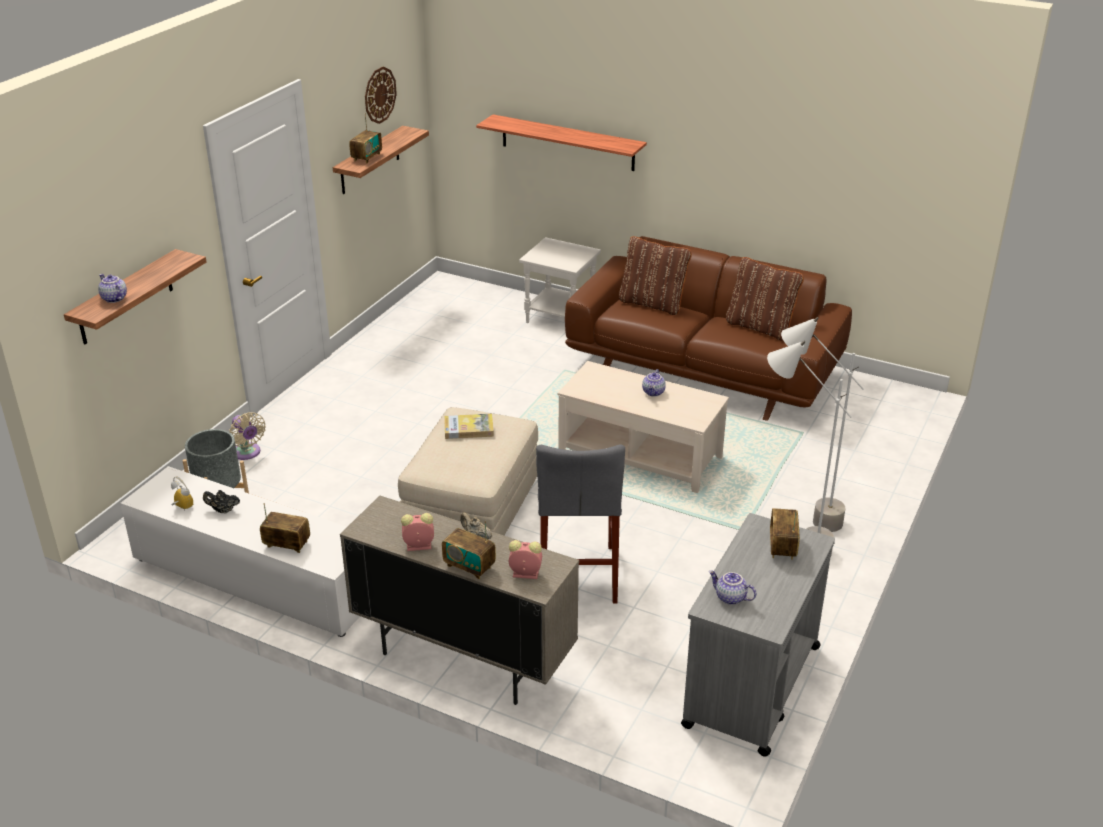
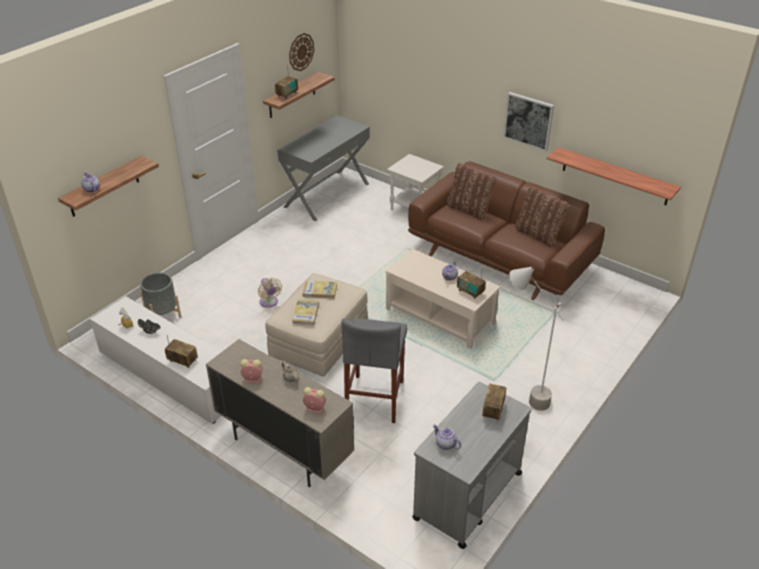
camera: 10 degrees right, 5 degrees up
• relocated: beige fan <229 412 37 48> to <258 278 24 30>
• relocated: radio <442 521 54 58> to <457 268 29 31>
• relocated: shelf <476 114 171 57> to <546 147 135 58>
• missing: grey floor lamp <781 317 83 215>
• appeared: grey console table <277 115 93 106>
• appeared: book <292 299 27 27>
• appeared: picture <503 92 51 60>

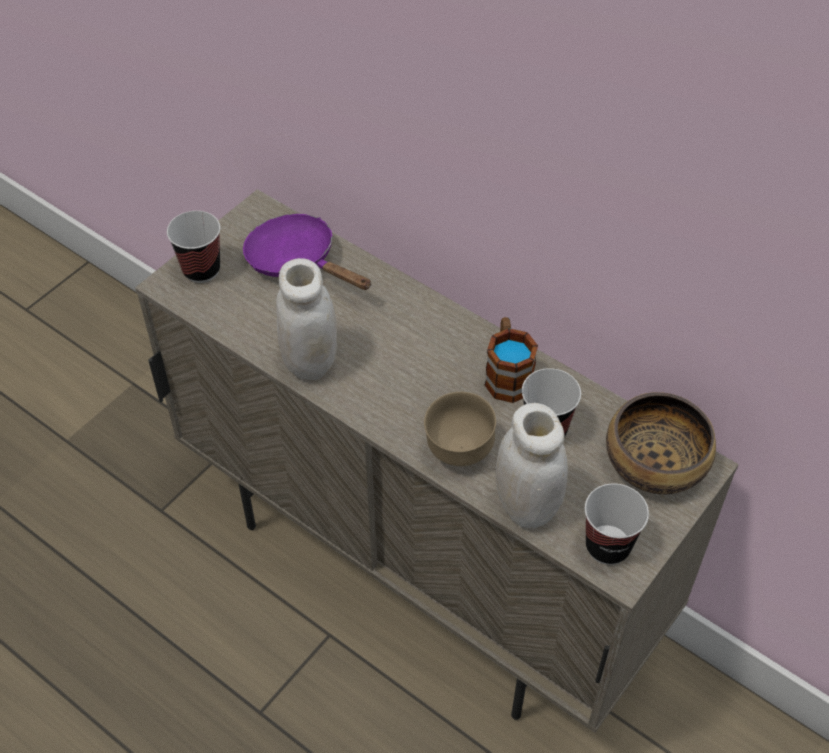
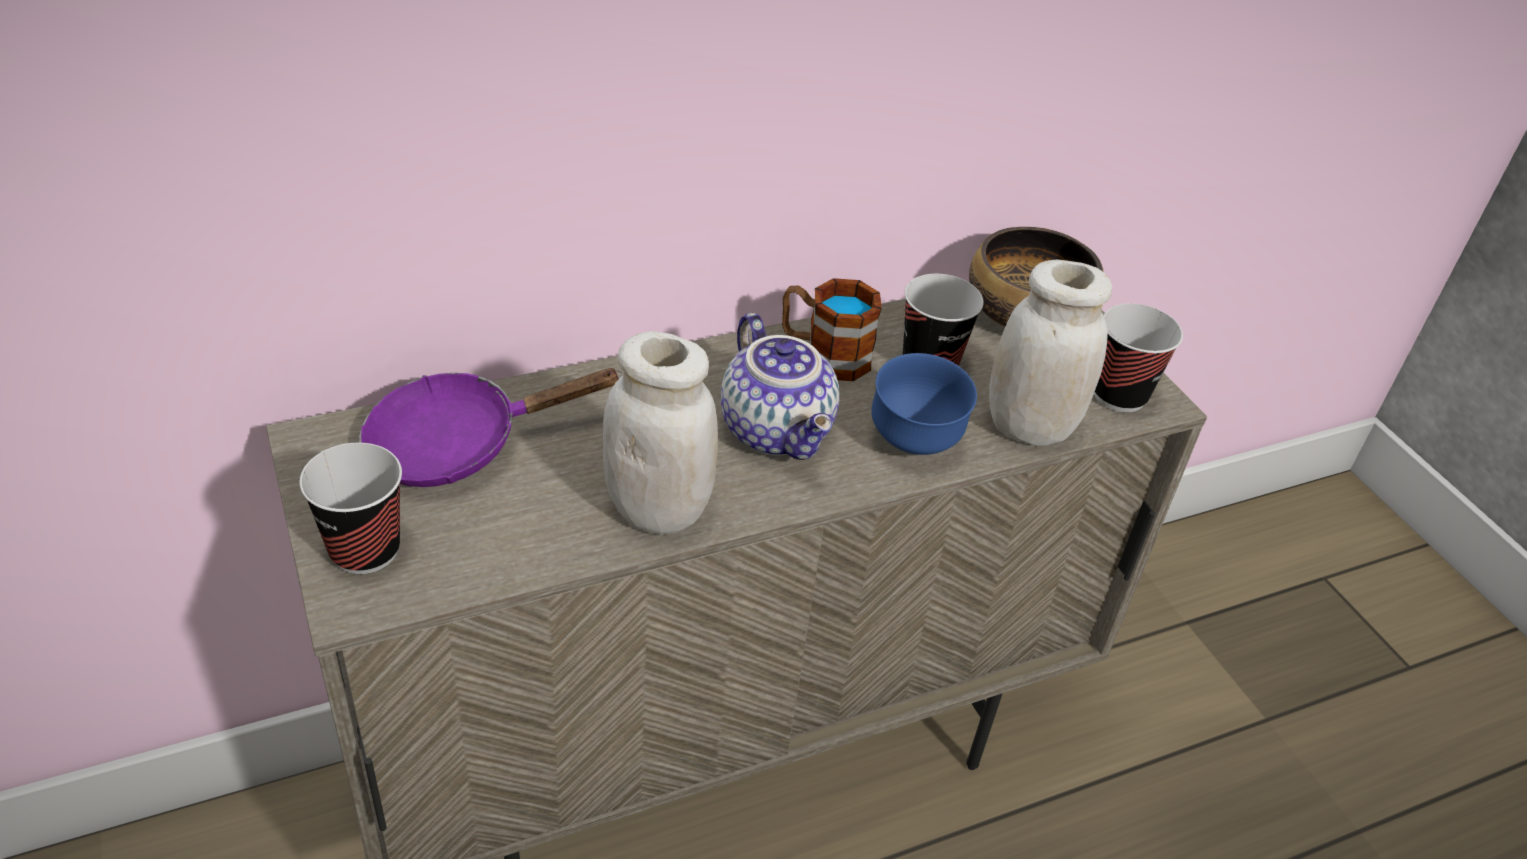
camera: 65 degrees left, 10 degrees down
• colour: brown bowl <424 392 72 74> to blue bowl <872 353 105 102>
• appeared: teapot <721 313 119 147>

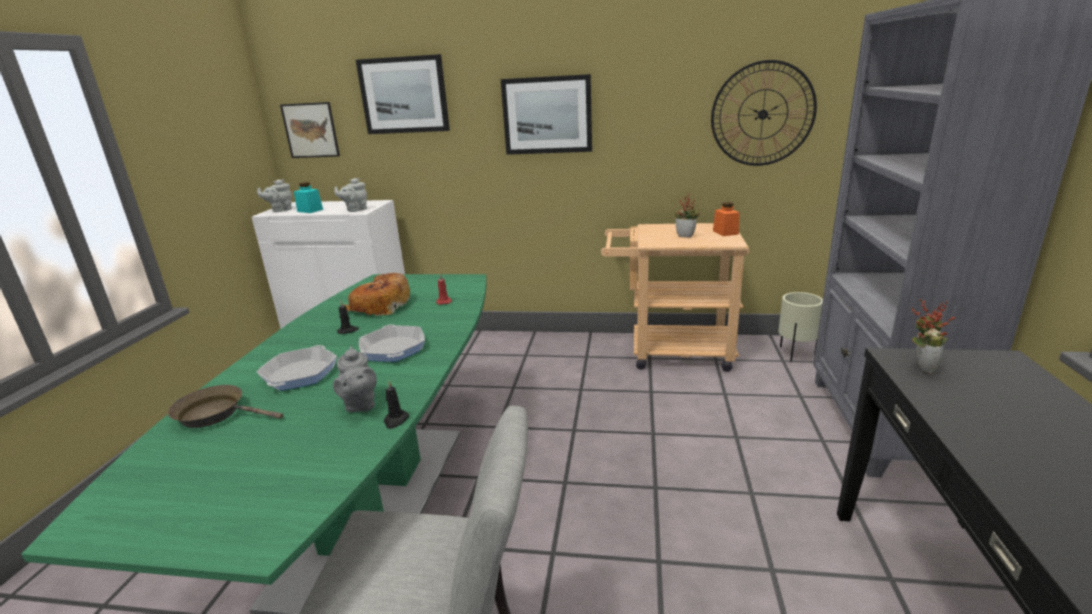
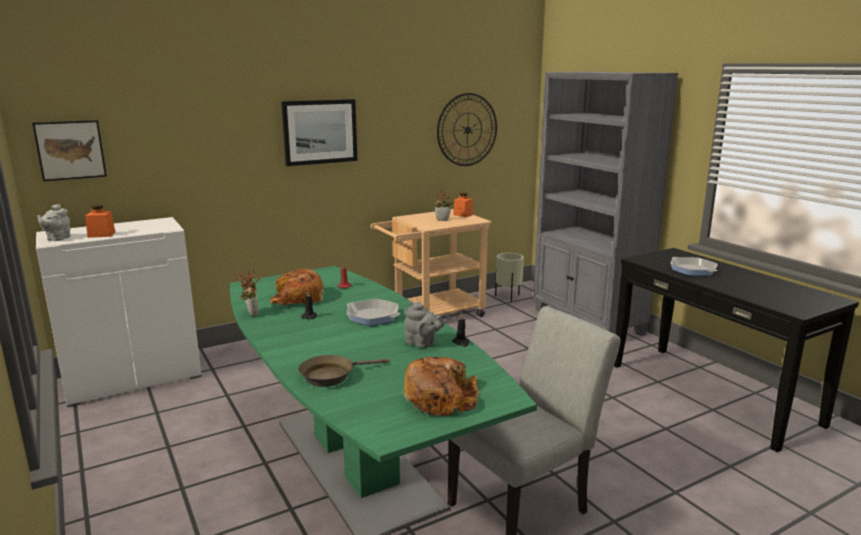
camera: 40 degrees left, 5 degrees down
• relocated: frying pan <256 345 81 46> to <670 257 48 19>
• colour: turquoise jar <294 182 29 31> to orange jar <85 204 31 34>
• missing: grey teapot <334 178 33 34>
• missing: picture <356 54 94 80>
• relocated: potted plant <911 299 44 75> to <235 269 25 47>
• appeared: bread <404 357 75 59>

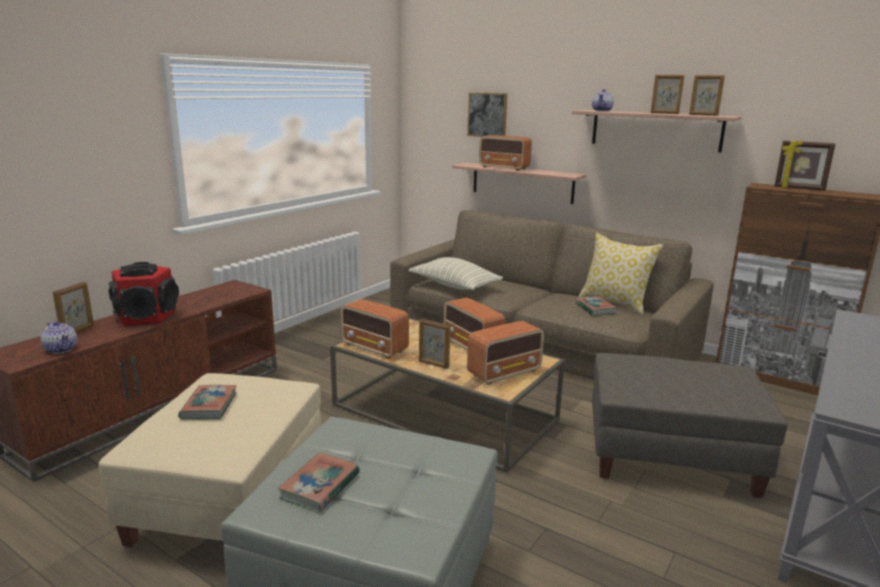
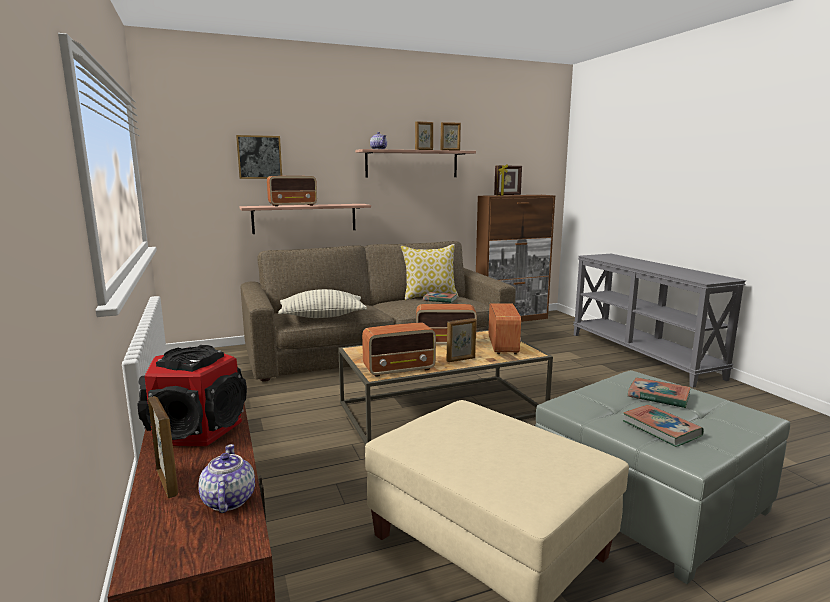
camera: 55 degrees left, 5 degrees down
• spun: teapot <41 321 36 33> = <198 444 57 69> 90 degrees counterclockwise
• relocated: book <178 385 59 34> to <628 377 63 31>
• missing: grey ottoman <592 353 196 145>

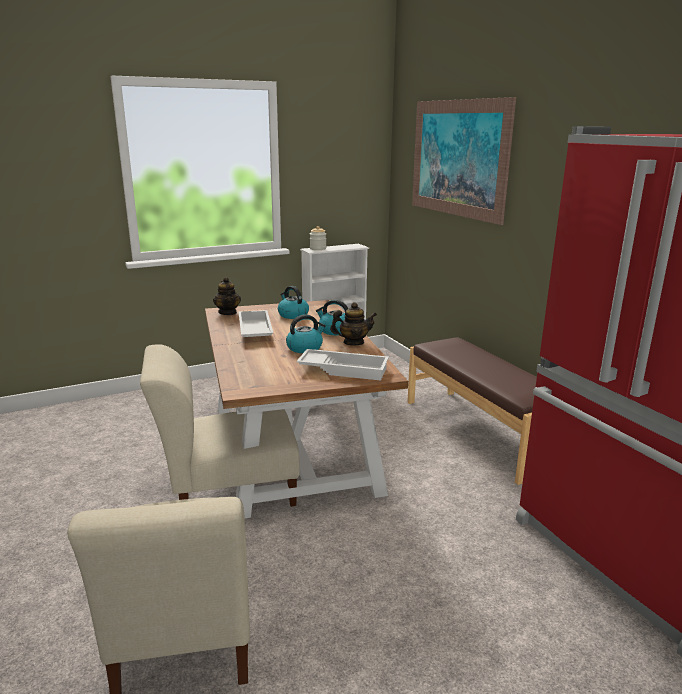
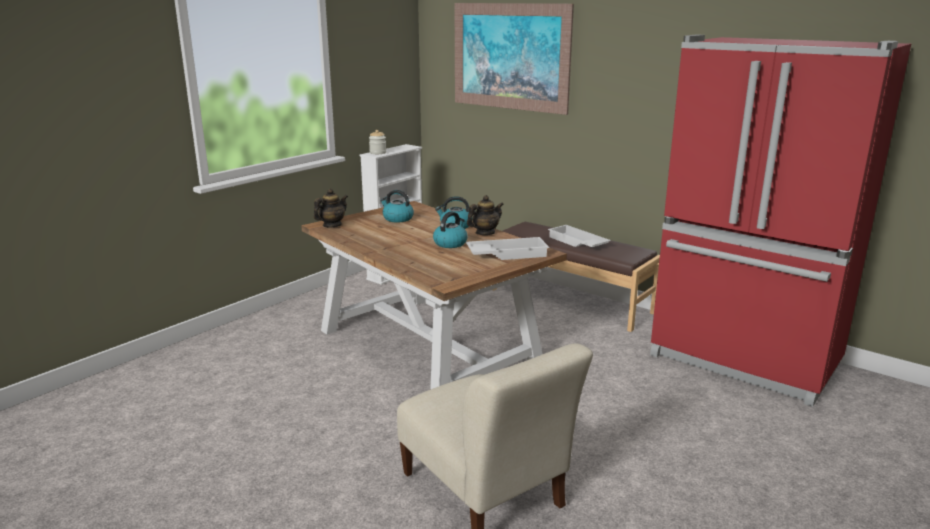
camera: 25 degrees left, 0 degrees up
• missing: beige chair <140 344 160 163>
• spun: teapot <213 277 28 38> = <313 189 35 39> 90 degrees counterclockwise
• relocated: white tray <238 310 35 27> to <548 225 63 22>

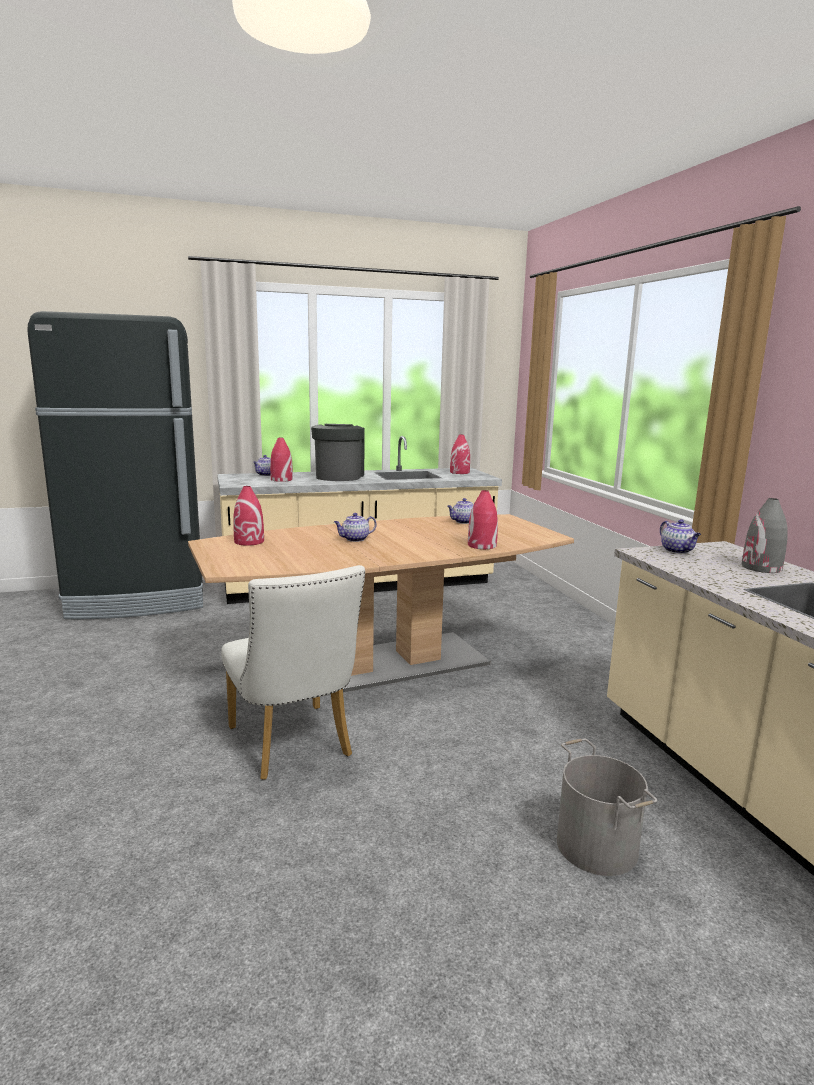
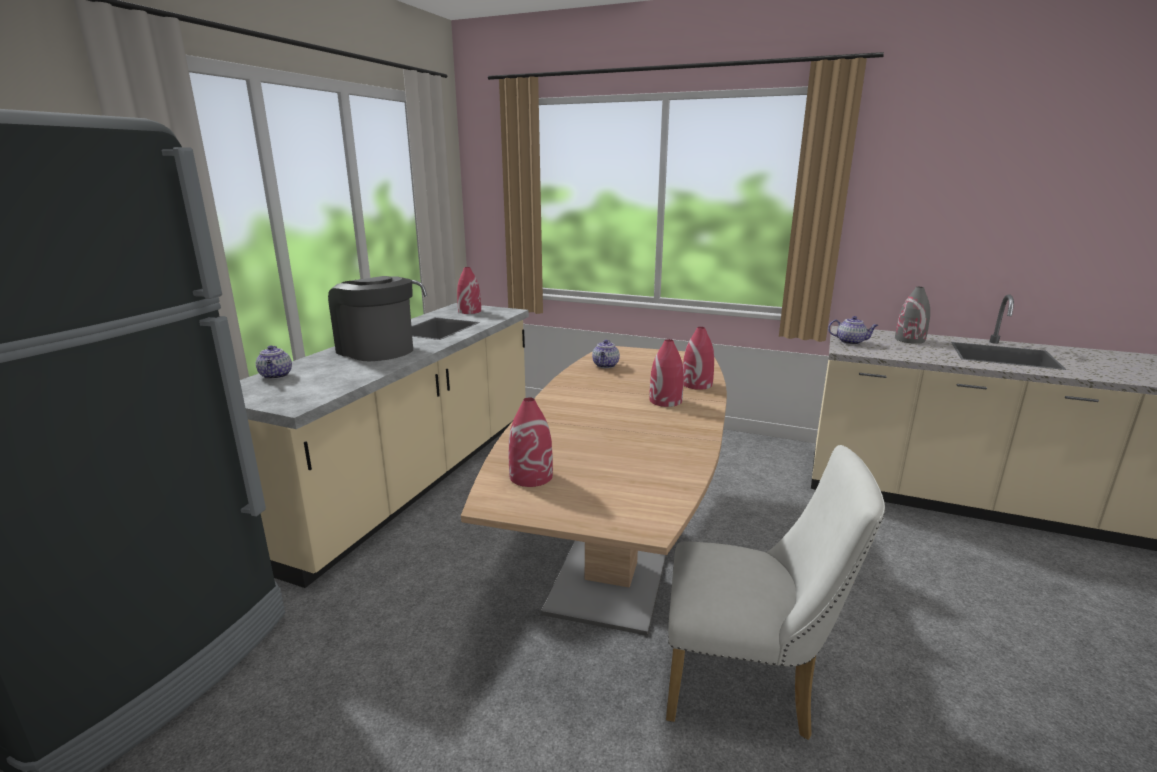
camera: 50 degrees left, 5 degrees up
• relocated: red vase <270 438 23 44> to <649 339 35 68>
• missing: teapot <334 513 43 29>
• missing: grey bucket <557 738 100 138>

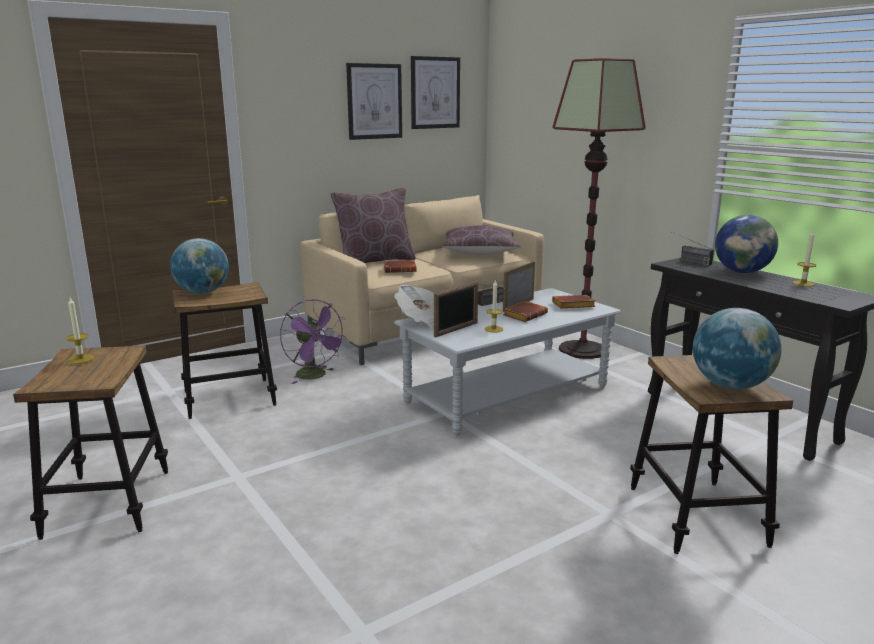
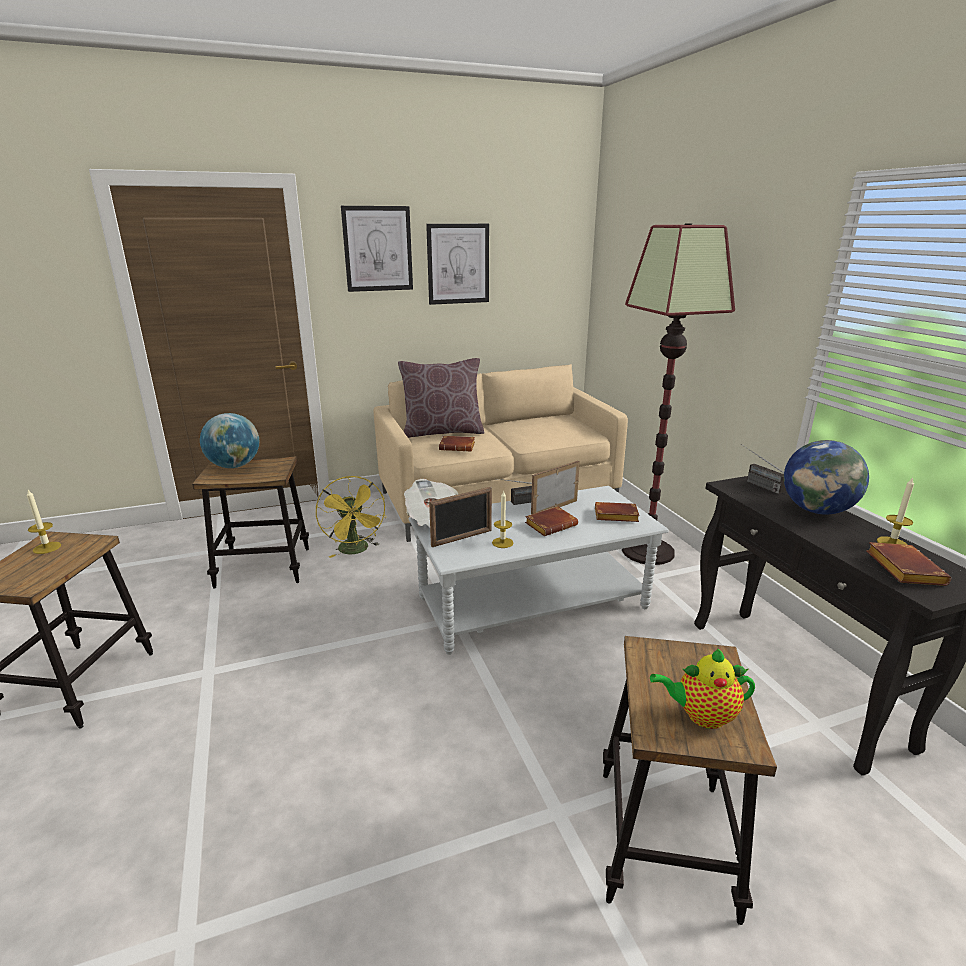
camera: 15 degrees right, 5 degrees up
• colour: purple fan <280 299 67 85> to yellow fan <316 476 70 82>
• relocated: picture <411 56 49 73> to <341 206 72 86>
• missing: brown pillow <441 225 80 30>
• exchanged: globe <693 308 89 81> to teapot <650 648 105 81>
• appeared: brown book <866 542 85 44>

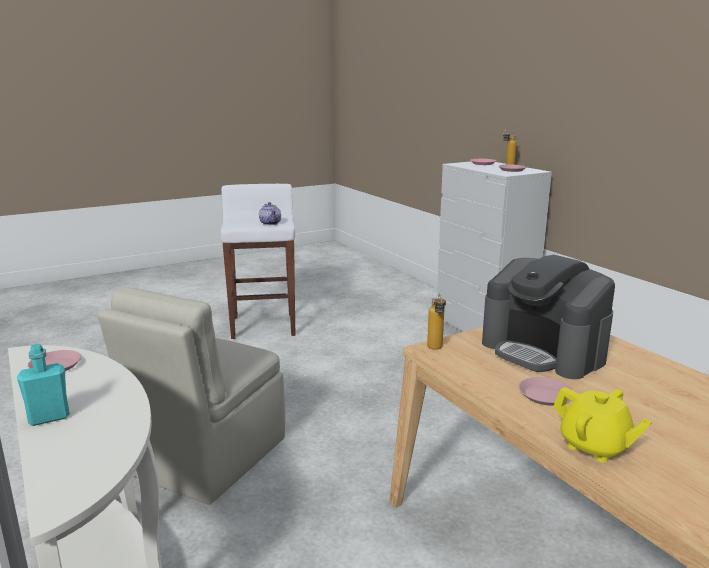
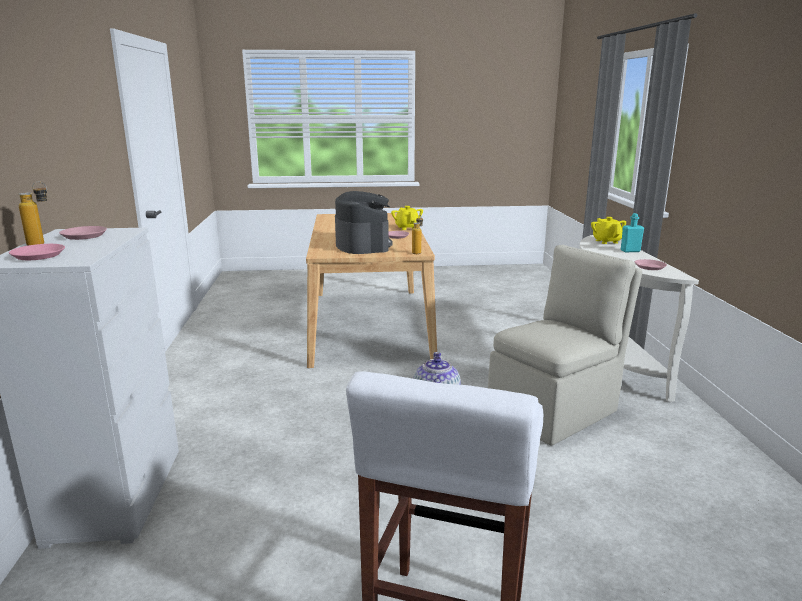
camera: 155 degrees left, 0 degrees up
• appeared: yellow teapot <591 217 35 27>

